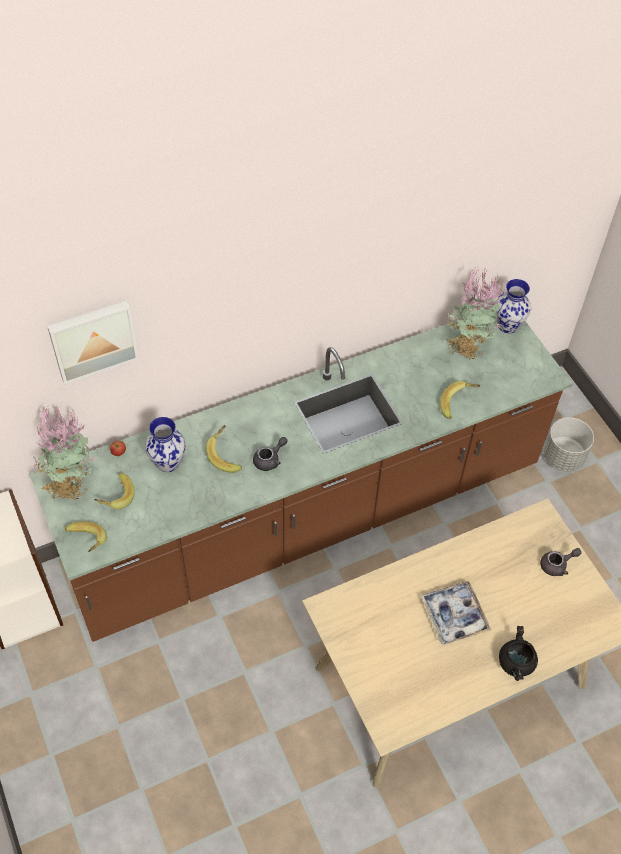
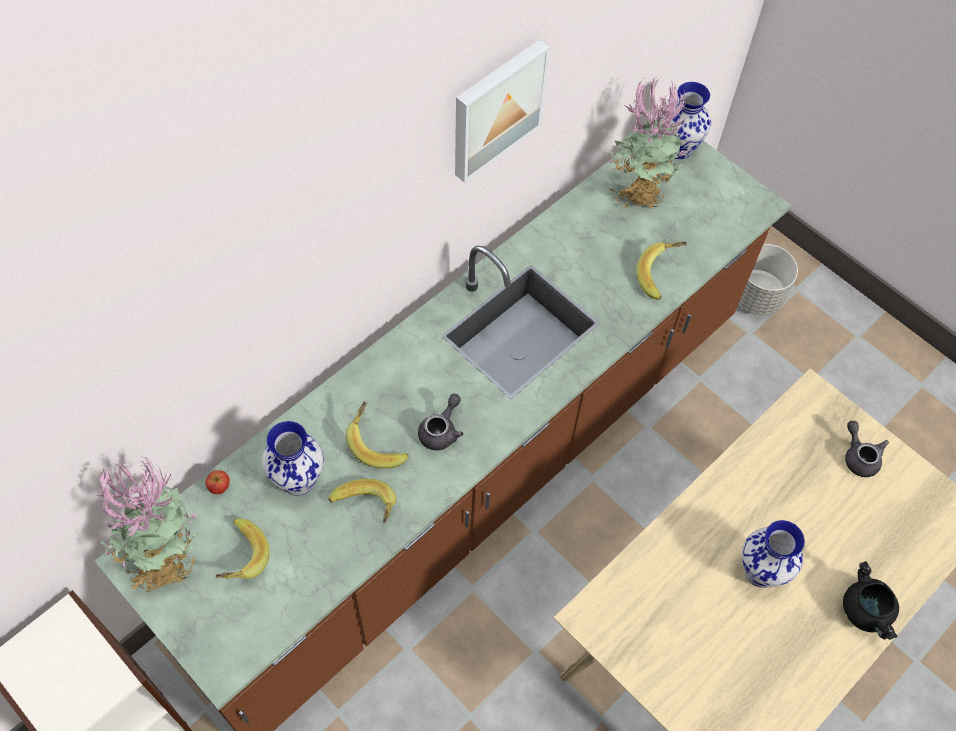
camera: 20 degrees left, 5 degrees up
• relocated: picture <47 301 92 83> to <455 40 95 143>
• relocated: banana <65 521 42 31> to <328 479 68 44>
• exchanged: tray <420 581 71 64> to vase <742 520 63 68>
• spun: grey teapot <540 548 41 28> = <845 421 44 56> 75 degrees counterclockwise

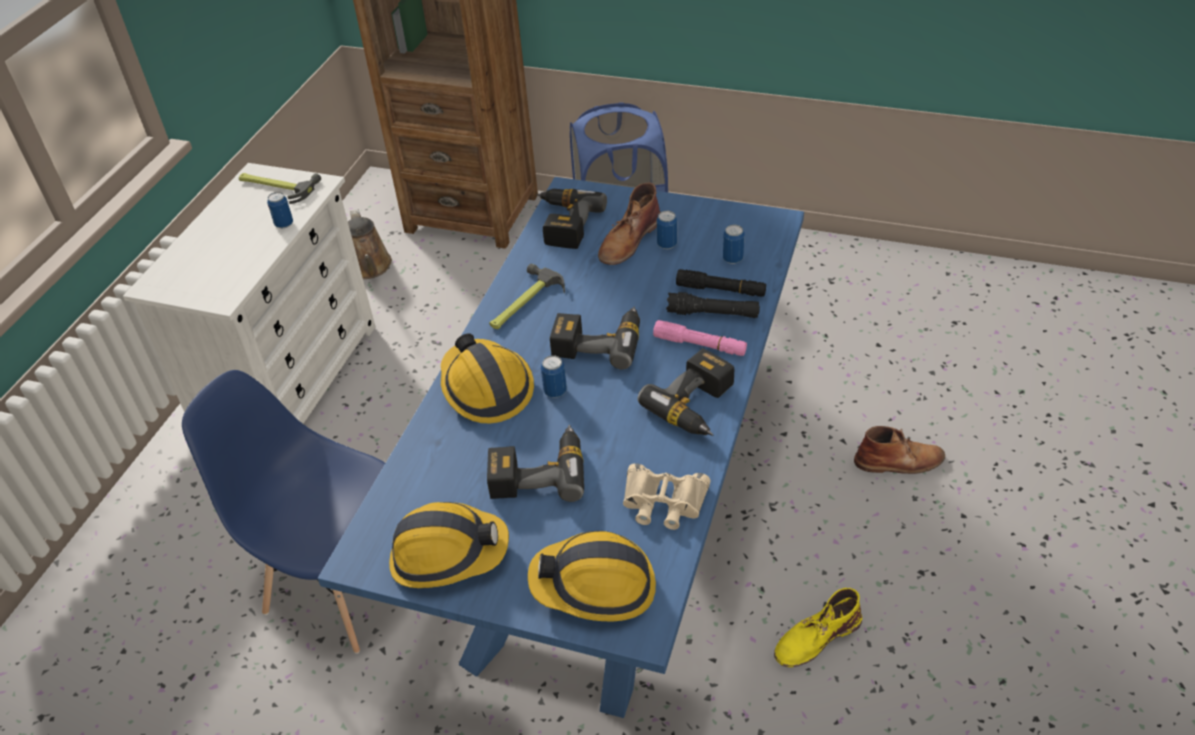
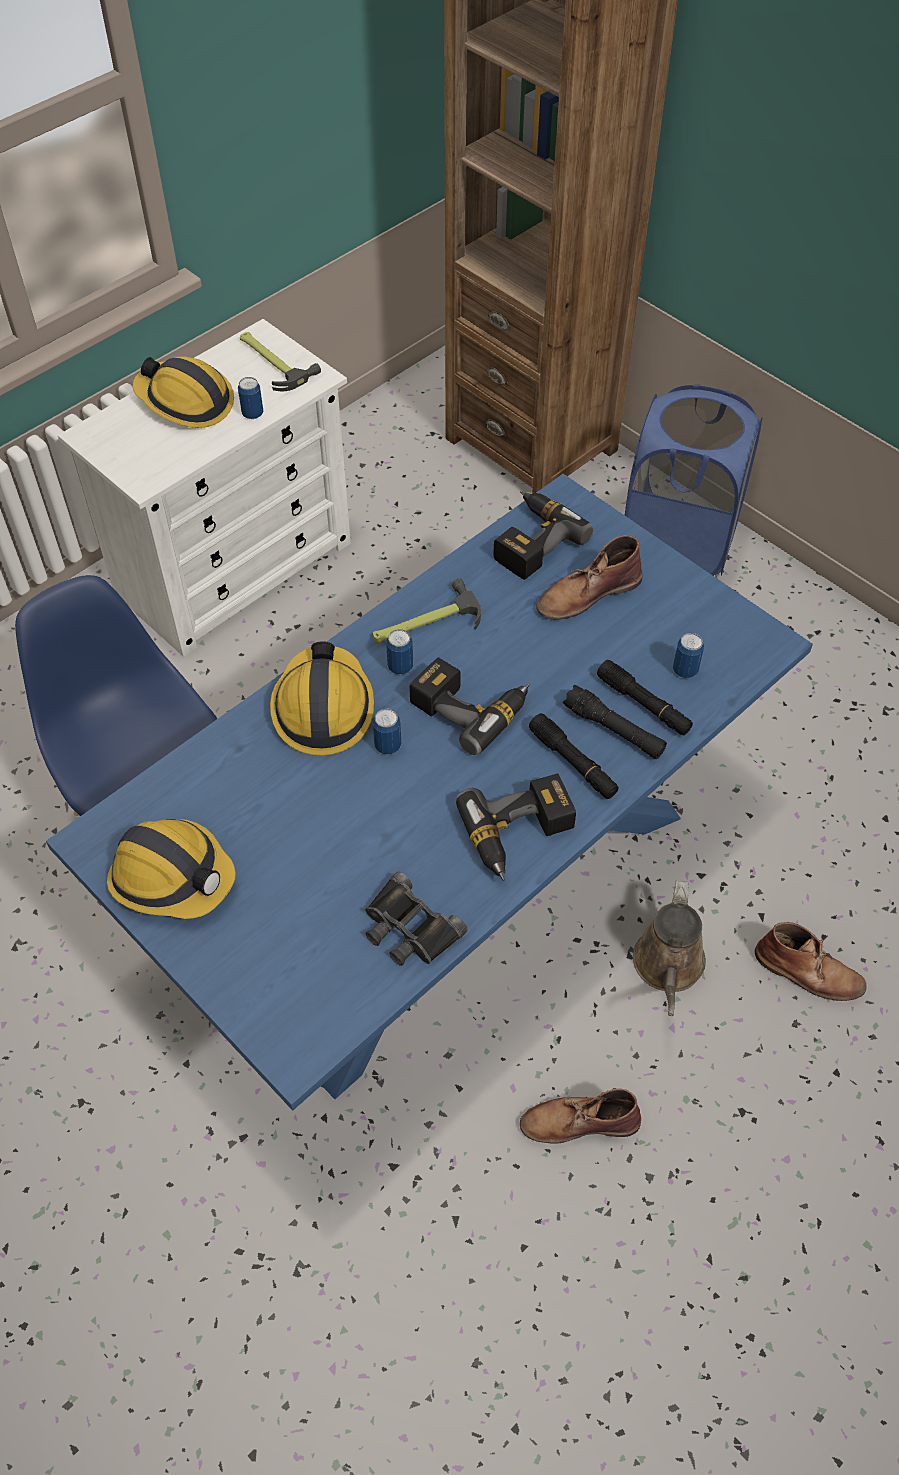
camera: 25 degrees right, 10 degrees up
• relocated: brown watering can <348 209 44 70> to <633 880 73 136>
• missing: power drill <487 425 97 77>
• relocated: hard hat <528 531 128 90> to <133 356 101 72>
• colour: beige binoculars <623 463 87 67> to black binoculars <365 872 103 94>
• colour: pink flashlight <653 320 94 36> to black flashlight <529 713 90 86>
• relocated: can <657 211 20 38> to <386 629 27 46>
• colour: yellow boot <774 588 88 79> to brown boot <520 1088 121 56>

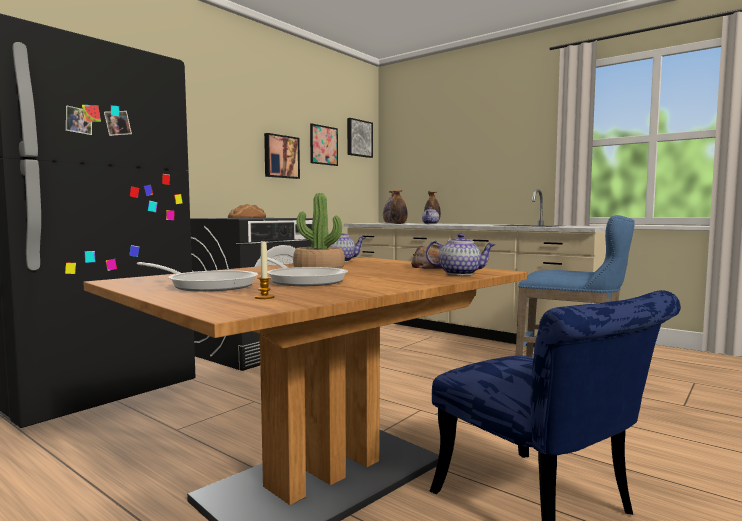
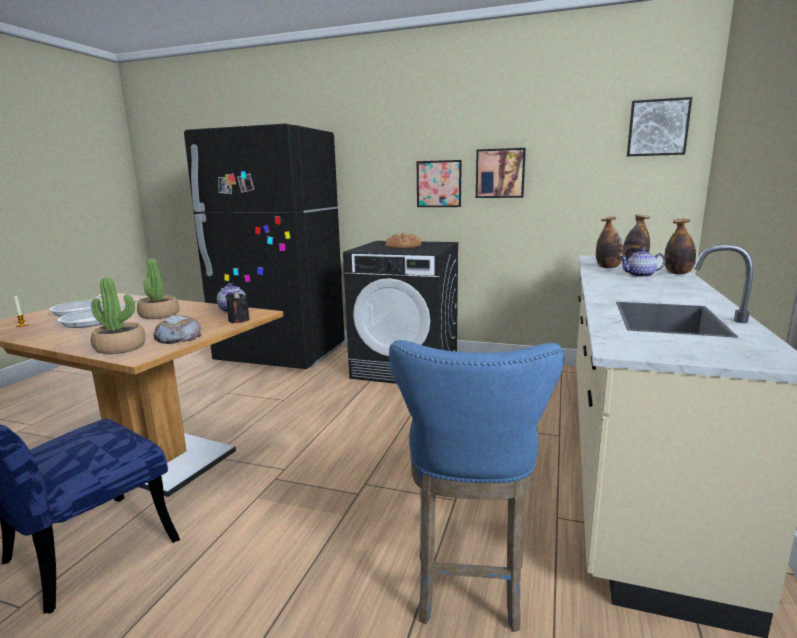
camera: 70 degrees right, 10 degrees up
• relocated: picture <310 123 28 43> to <417 160 45 47>
• exchanged: teapot <426 233 70 42> to potted plant <91 278 55 76>
• appeared: black candle <226 291 23 32>

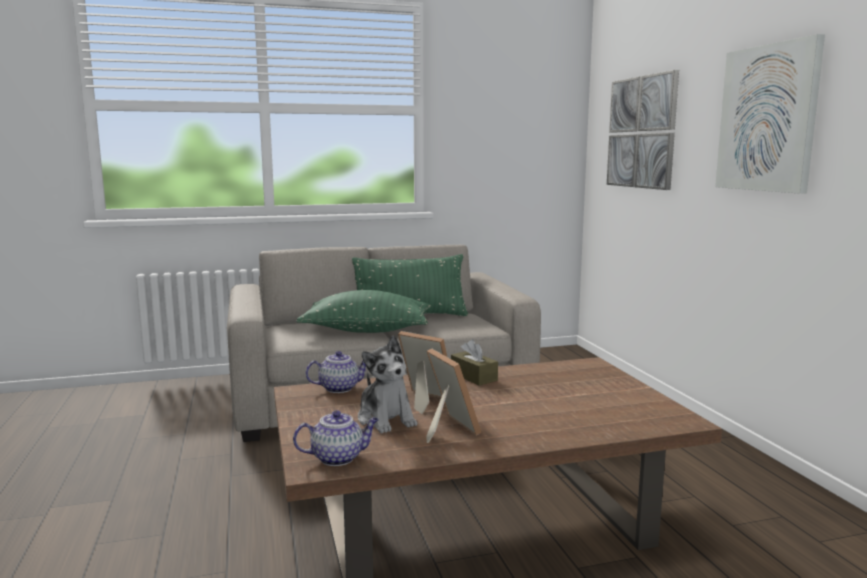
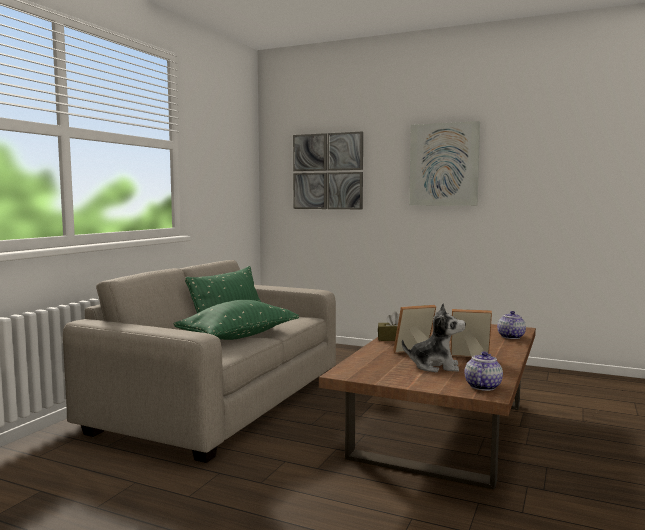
camera: 50 degrees left, 5 degrees down
• relocated: teapot <305 351 61 42> to <497 311 29 28>

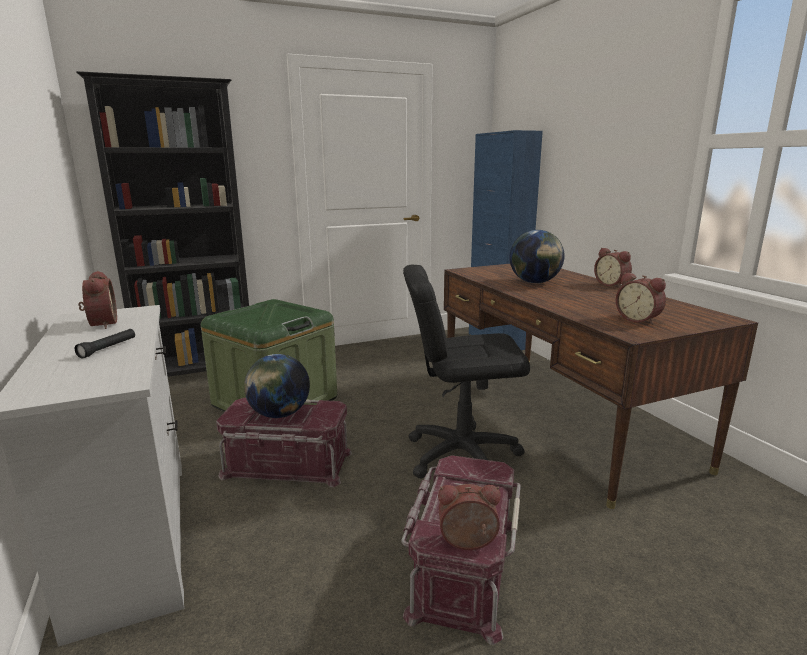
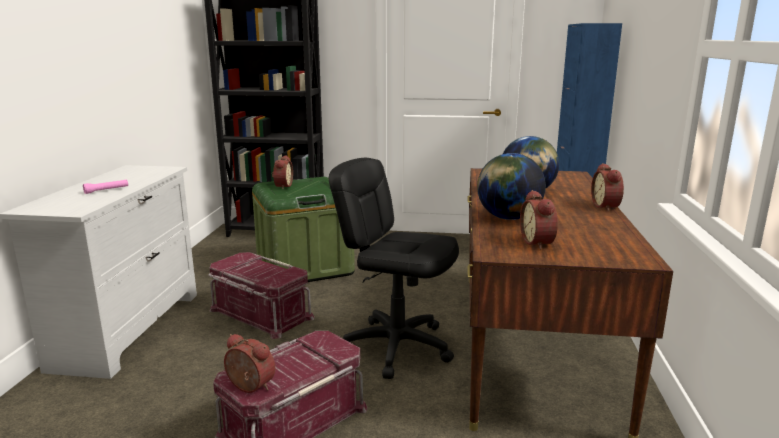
camera: 30 degrees right, 0 degrees up
• colour: black flashlight <75 329 60 29> to pink flashlight <83 179 45 15>
• relocated: alarm clock <78 271 39 58> to <272 155 21 34>
• relocated: globe <244 354 66 64> to <477 153 69 67>

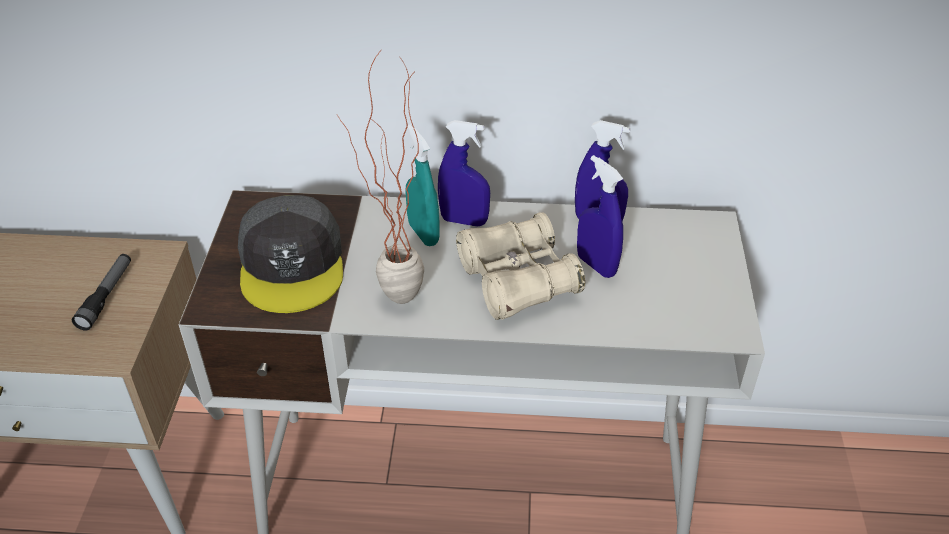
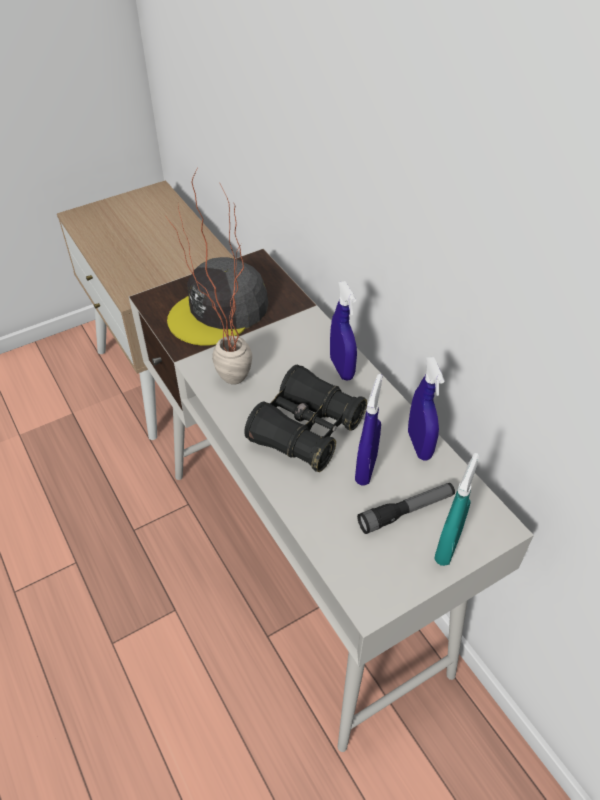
camera: 55 degrees right, 5 degrees up
• relocated: flashlight <72 254 59 77> to <357 483 98 51>
• relocated: turquoise spray bottle <405 124 35 122> to <434 453 45 113>
• colour: beige binoculars <456 212 129 108> to black binoculars <244 365 123 107>

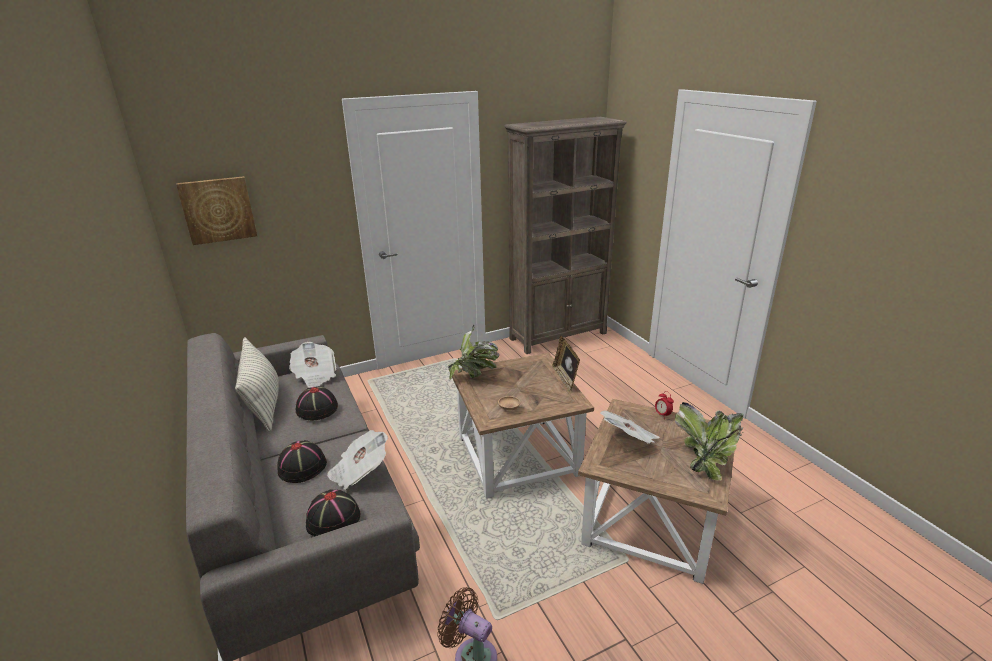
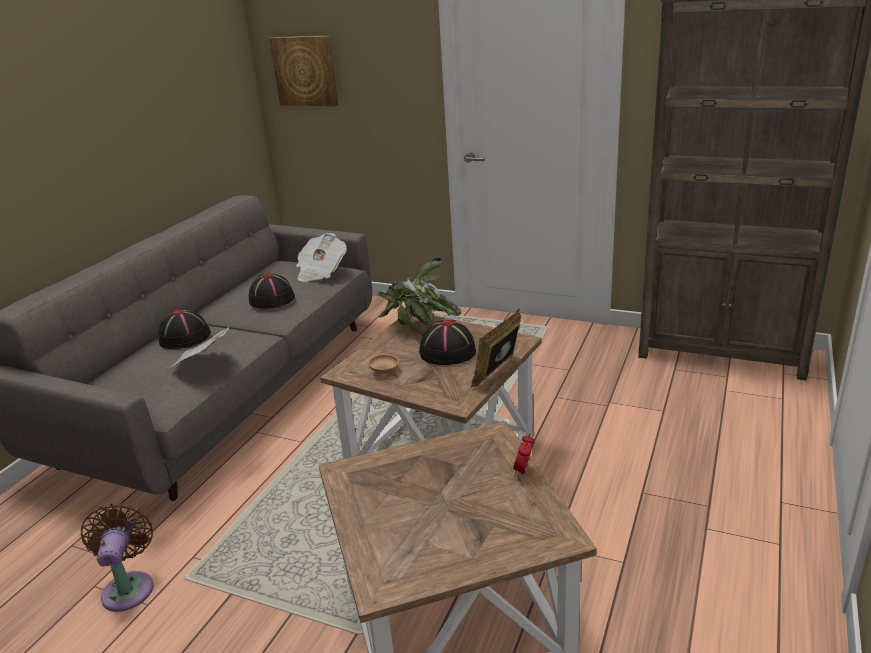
camera: 50 degrees right, 0 degrees up
• missing: pillow <235 337 44 95>
• relocated: black hat <306 490 54 46> to <419 320 57 45>
• missing: newspaper <600 411 60 33>
• missing: potted plant <675 402 69 79>

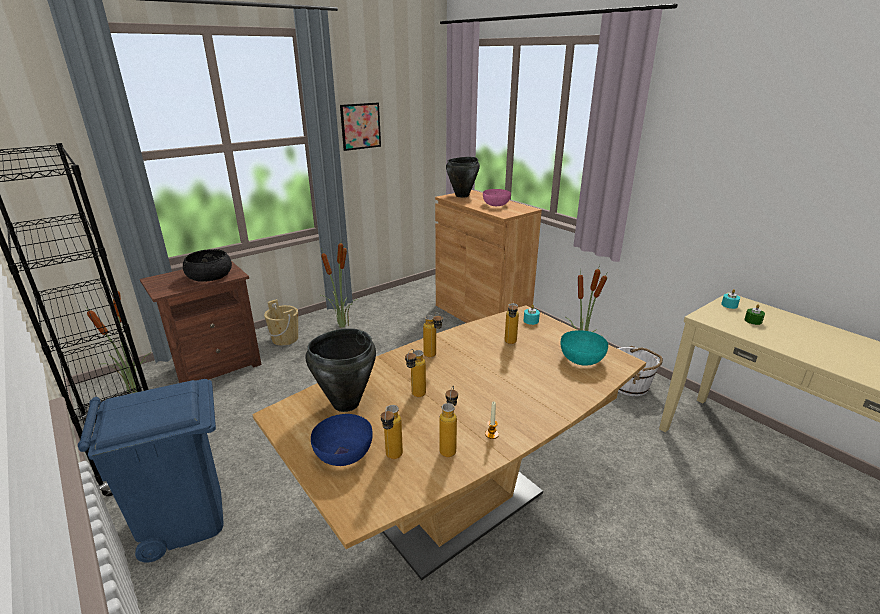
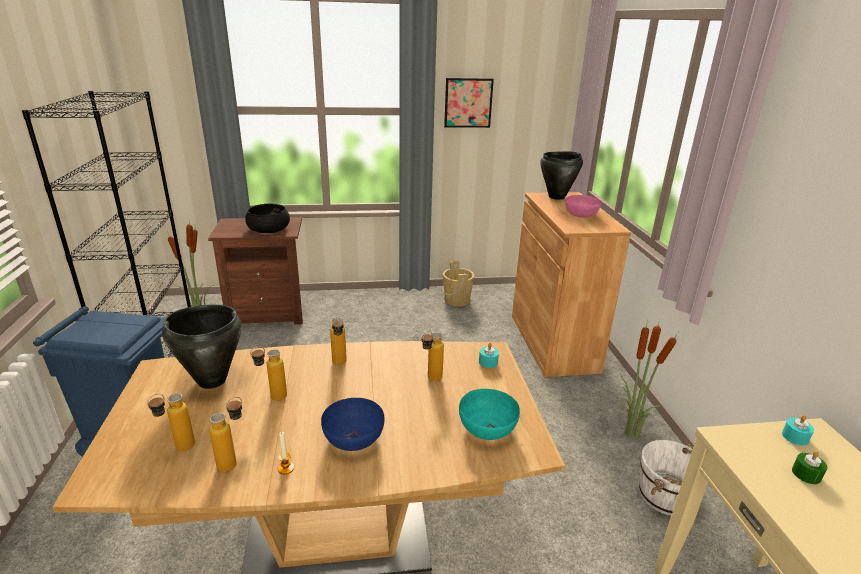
camera: 30 degrees right, 0 degrees up
• relocated: beige bucket <264 299 34 47> to <442 261 33 46>
• relocated: blue bowl <311 414 62 52> to <321 398 63 53>
• missing: potted plant <321 243 37 84>

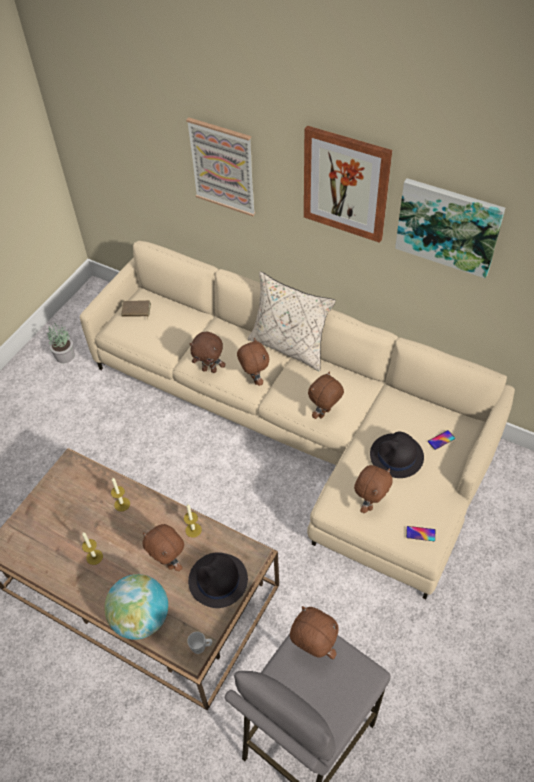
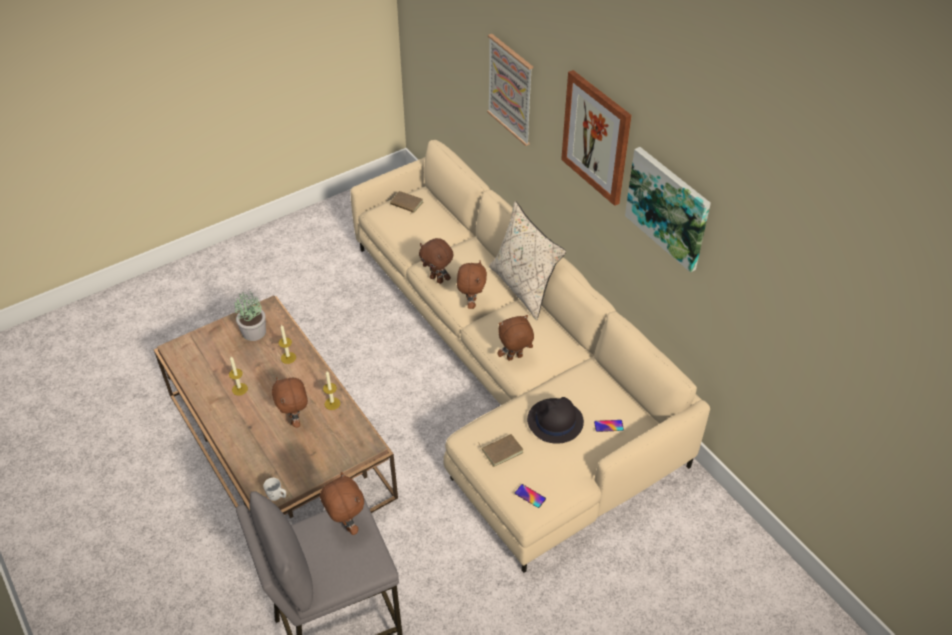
camera: 25 degrees right, 5 degrees down
• relocated: potted plant <47 323 28 40> to <235 291 31 50>
• missing: globe <104 574 64 66>
• missing: black hat <188 552 60 56>
• exchanged: brown plush toy <354 465 39 48> to brown book <478 434 46 33>

